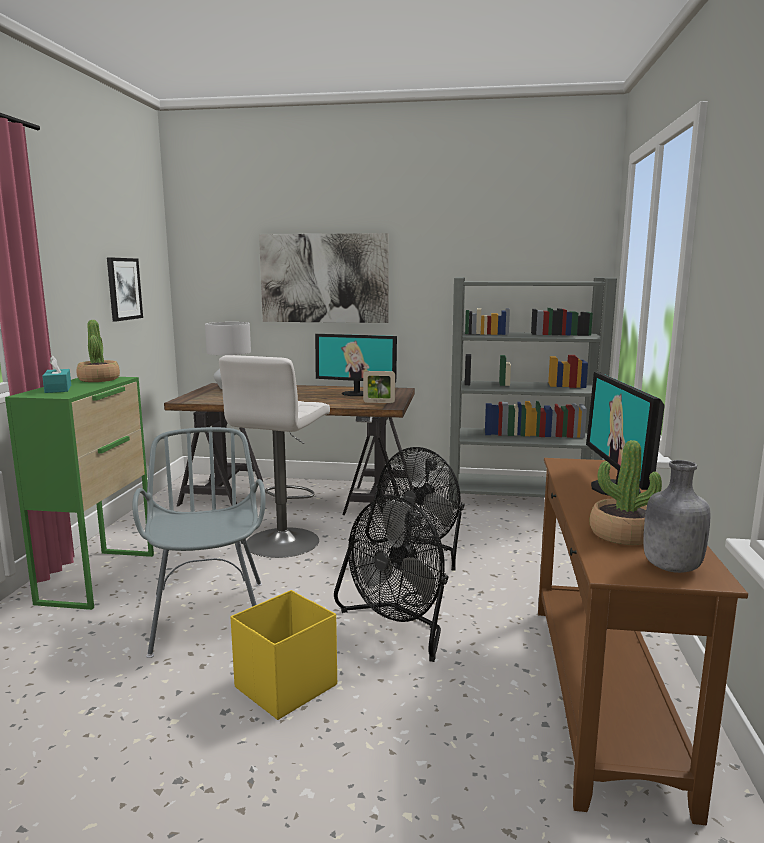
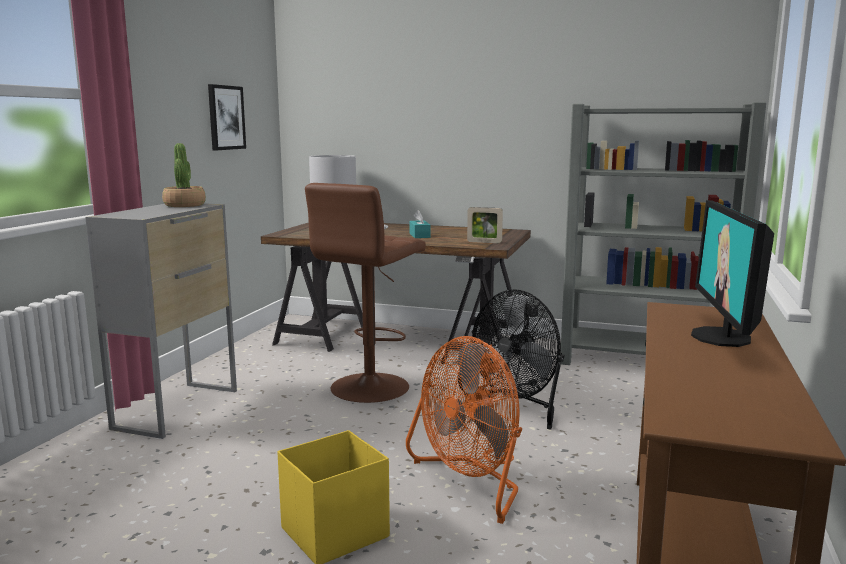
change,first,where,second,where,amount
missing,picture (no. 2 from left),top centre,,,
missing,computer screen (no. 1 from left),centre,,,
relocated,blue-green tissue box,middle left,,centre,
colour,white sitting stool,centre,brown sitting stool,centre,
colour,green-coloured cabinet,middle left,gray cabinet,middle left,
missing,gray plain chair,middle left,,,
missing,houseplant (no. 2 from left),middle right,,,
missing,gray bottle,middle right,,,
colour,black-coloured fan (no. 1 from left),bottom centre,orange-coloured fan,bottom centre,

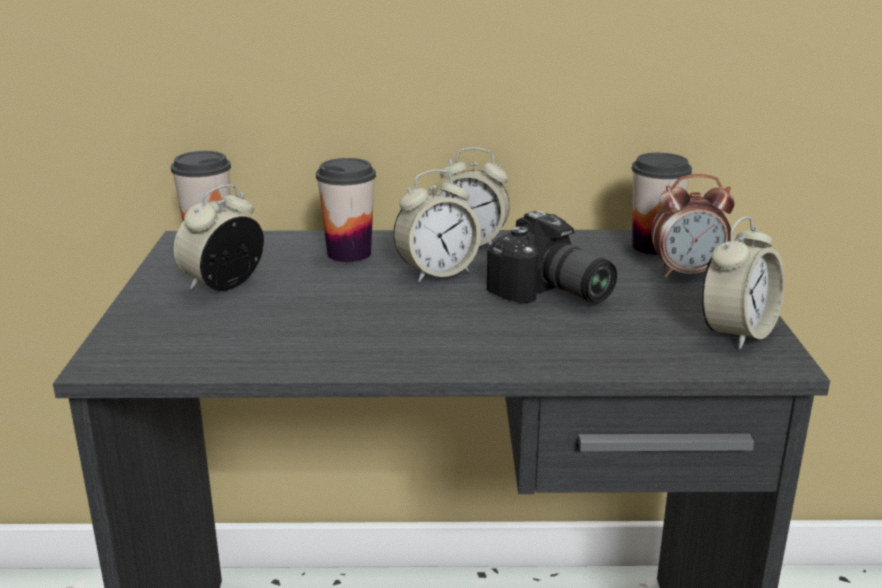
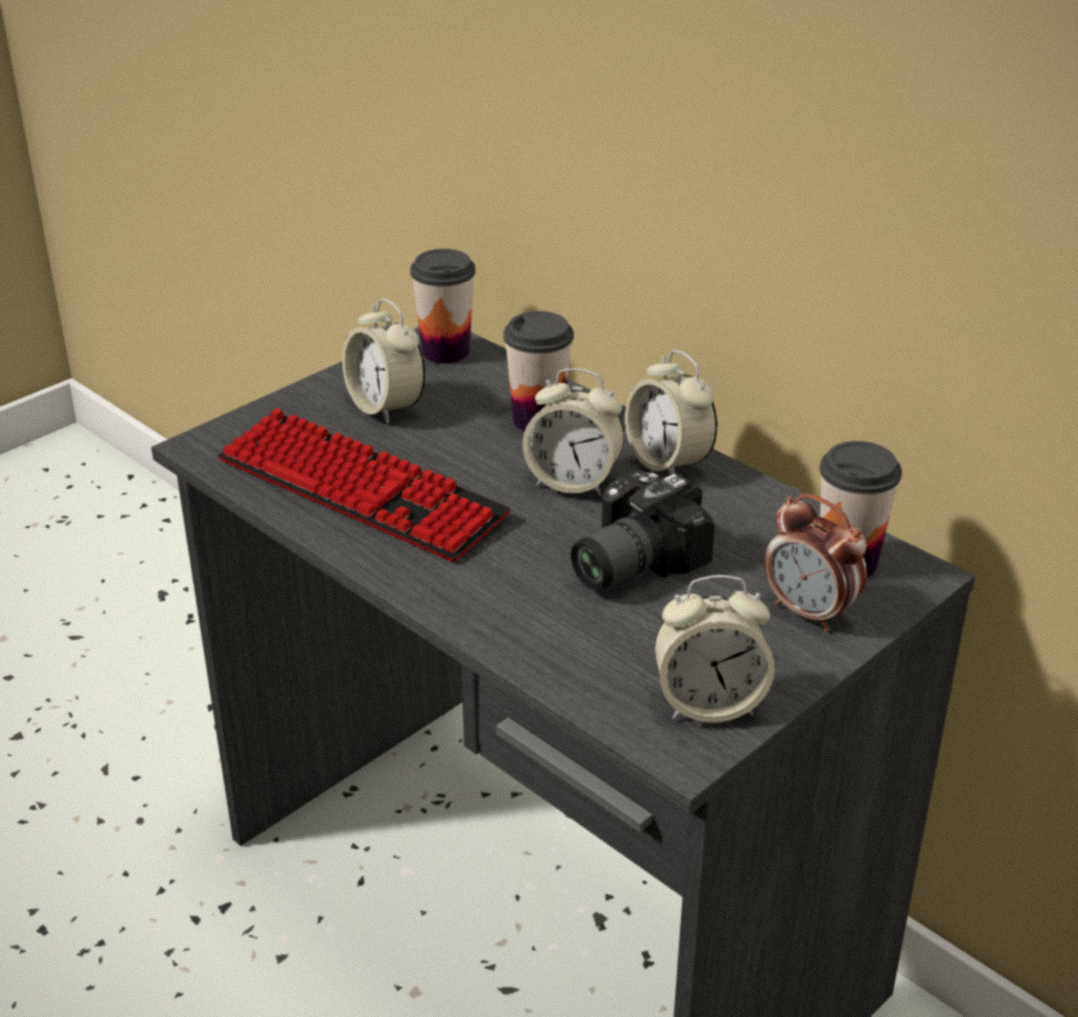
change,first,where,second,where,amount
spun,table clock (no. 1 from left),middle left,,centre,120 degrees counterclockwise
spun,still camera,centre,,centre,45 degrees clockwise
appeared,,,keyboard,centre,

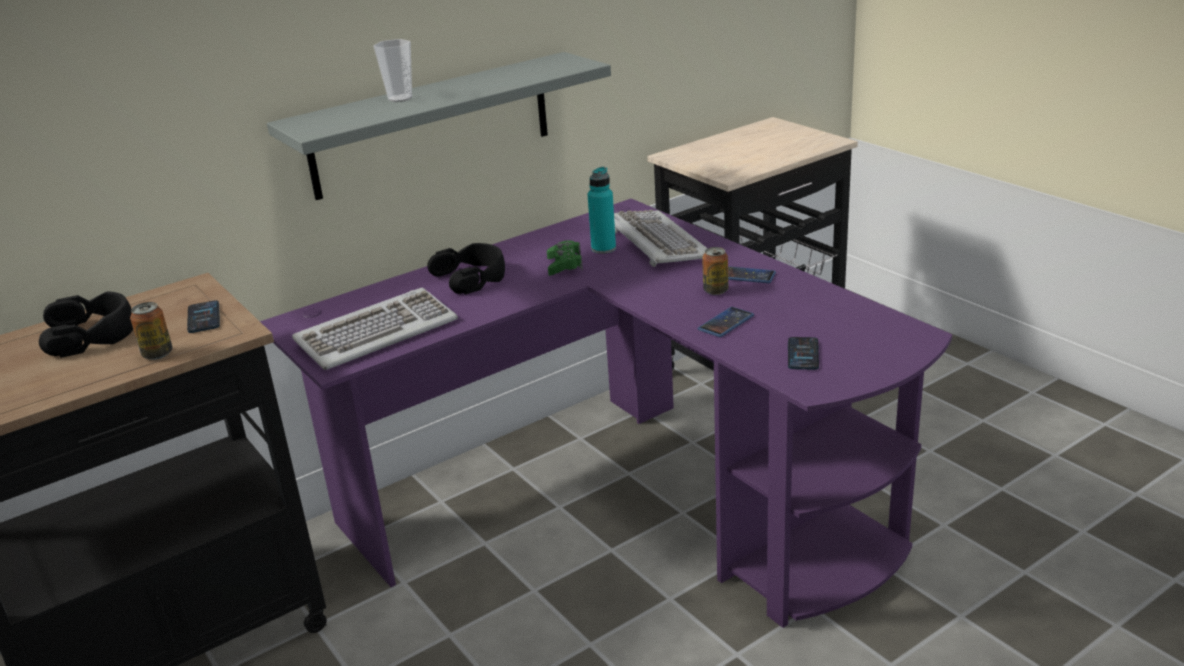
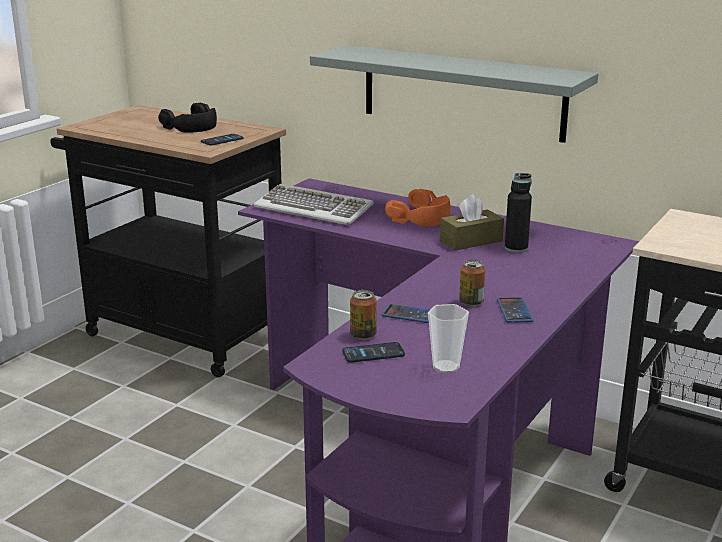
change,first,where,second,where,amount
relocated,small cup,top left,,centre,
colour,blue-green bottle,top centre,black-coloured bottle,middle right,
missing,keyboard (no. 2 from left),centre,,,
exchanged,green-coloured gamepad,centre,brown tissue box,centre,
colour,black-coloured headset (no. 2 from left),centre,orange-coloured headset,centre,
relocated,metal can (no. 1 from left),middle left,,centre,

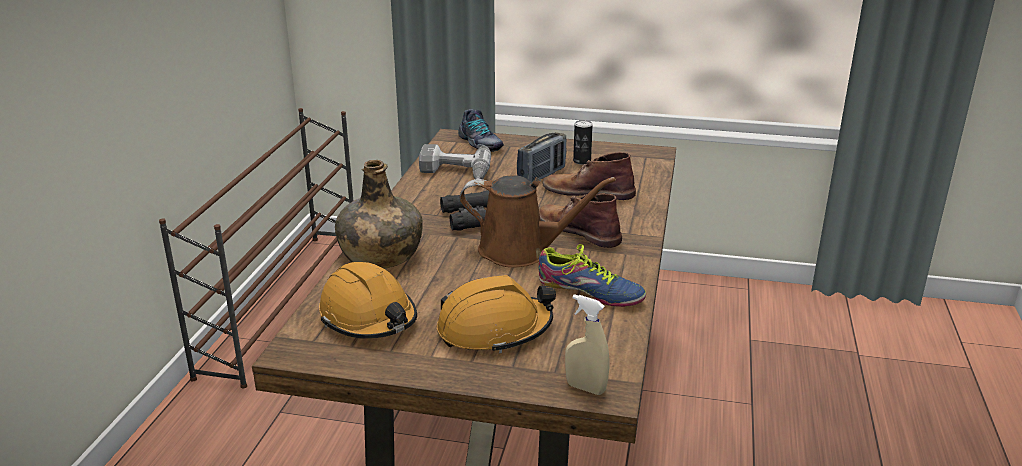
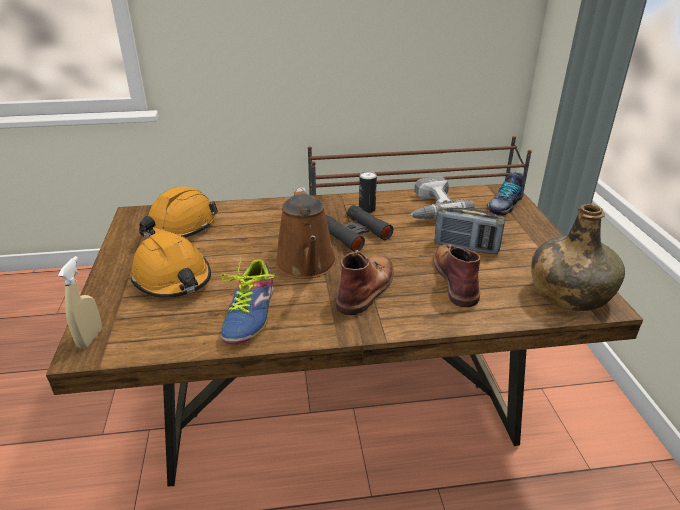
change,first,where,second,where,amount
relocated,metal can,top centre,,centre,
relocated,green-coloured bottle,centre,,middle right,

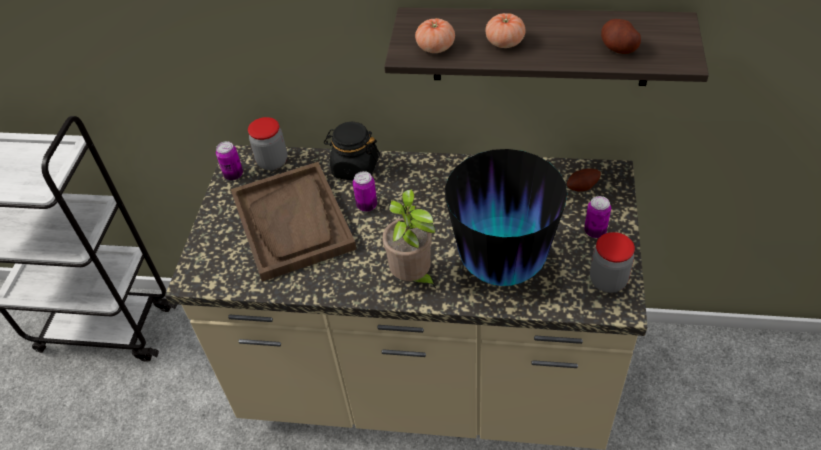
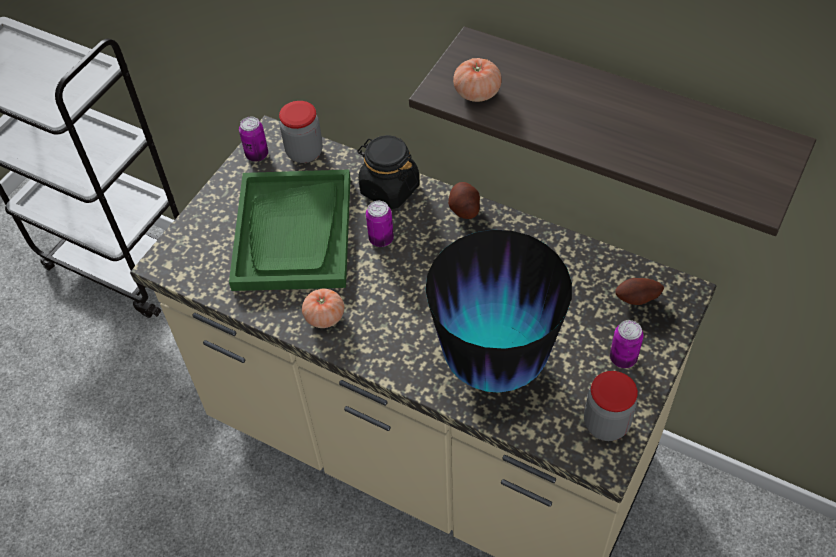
change,first,where,second,where,amount
relocated,fresh tomato (no. 2 from left in the first image),top centre,fresh tomato (no. 1 from left),centre,
relocated,whole potato (no. 2 from left in the first image),top right,whole potato (no. 1 from left),centre,
colour,brown tray,centre,green-coloured tray,centre,
missing,houseplant,centre,,,

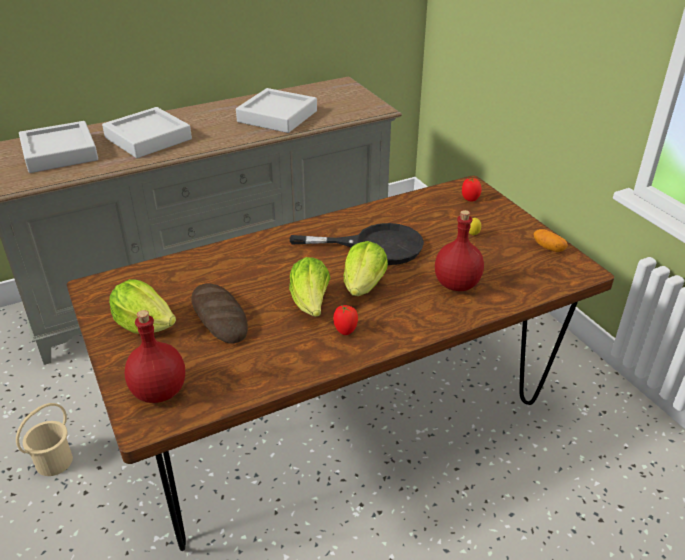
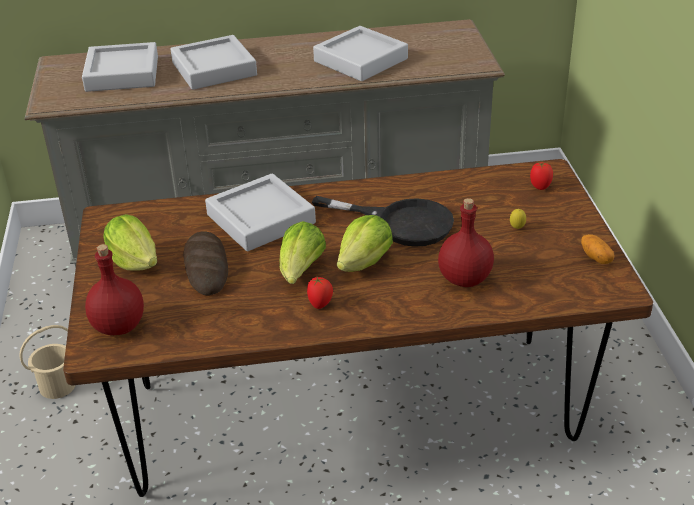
change,first,where,second,where,amount
appeared,,,gray tray (no. 3 from left),centre,

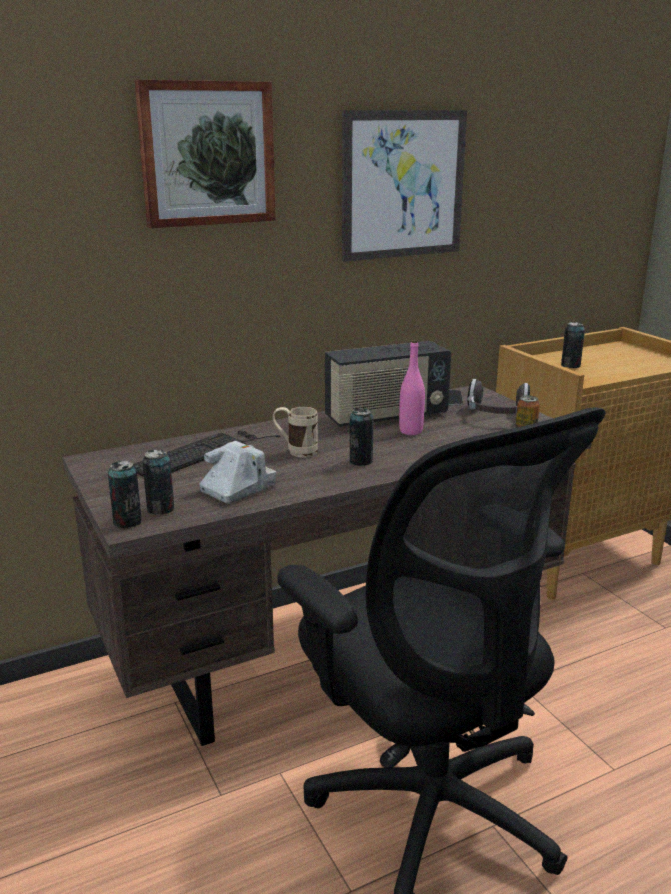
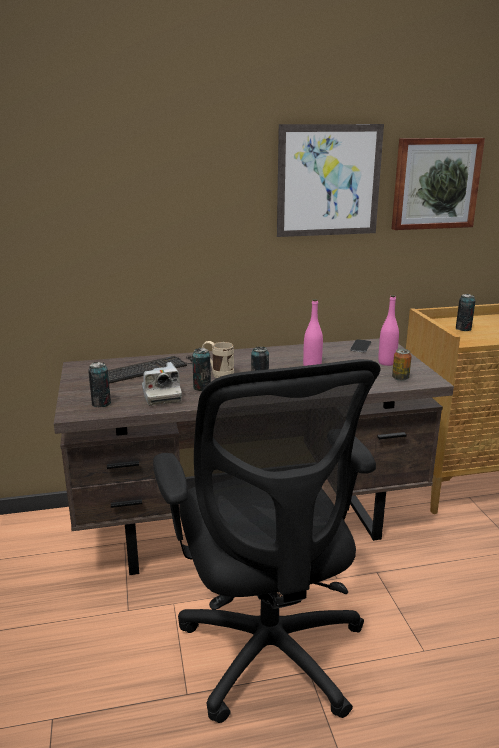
change,first,where,second,where,amount
relocated,picture (no. 1 from left in the first image),top left,picture (no. 2 from left),top right,
missing,radio set,centre,,,
exchanged,headset,middle right,pink bottle (no. 2 from left),middle right,
spun,still camera,centre,,middle left,105 degrees clockwise
relocated,metal can (no. 1 from left in the first image),middle left,metal can (no. 2 from left),centre,

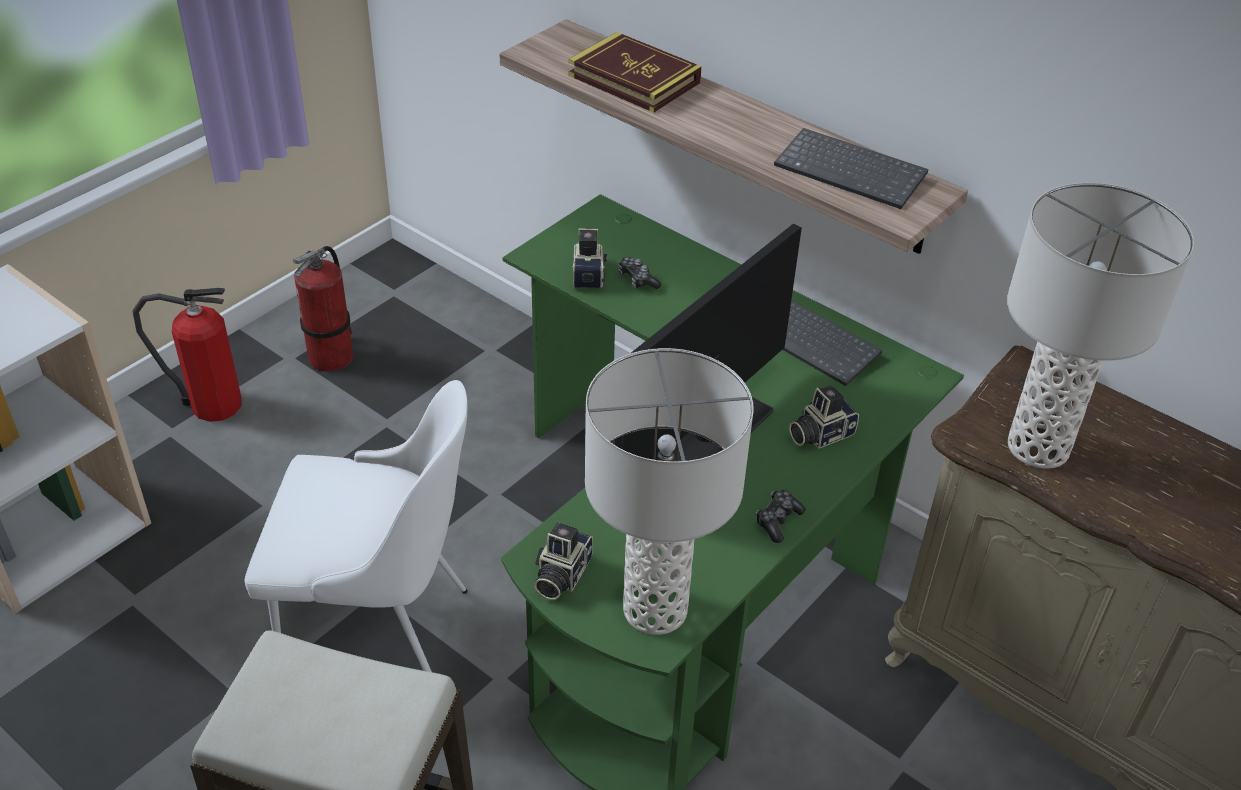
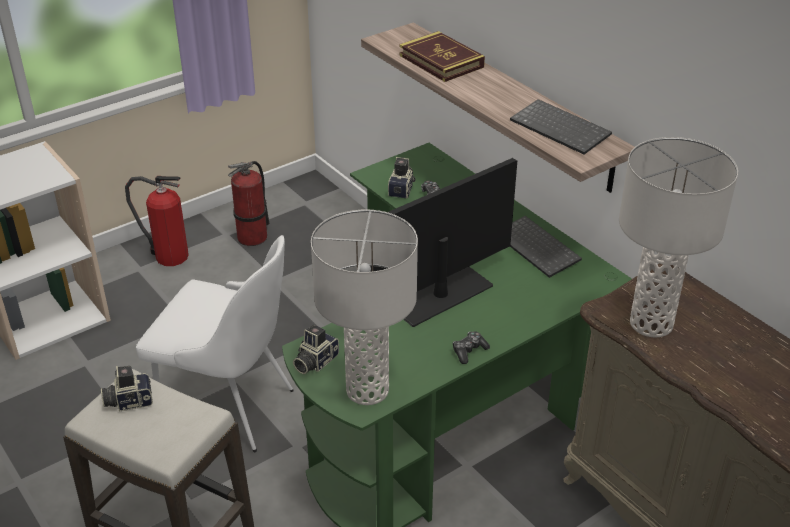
change,first,where,second,where,amount
relocated,still camera (no. 3 from left in the first image),centre,still camera (no. 1 from left),bottom left,

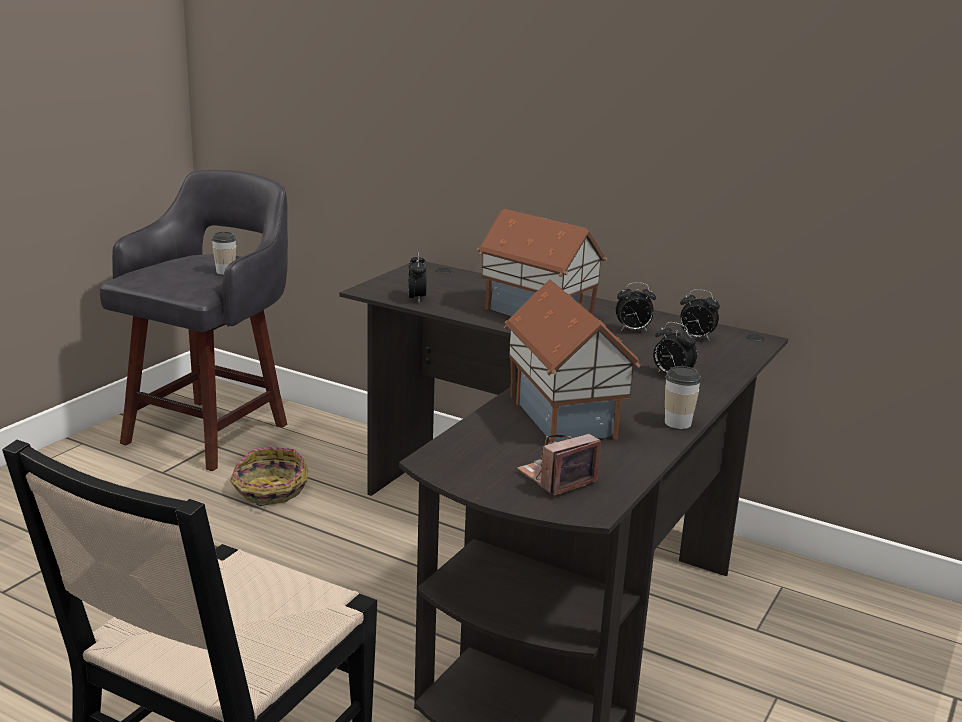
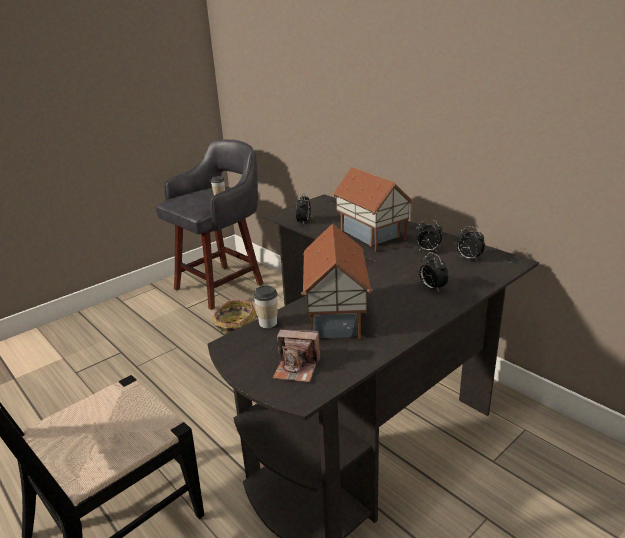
change,first,where,second,where,amount
relocated,small cup (no. 2 from left),middle right,,centre,
spun,still camera,centre,,centre,150 degrees counterclockwise

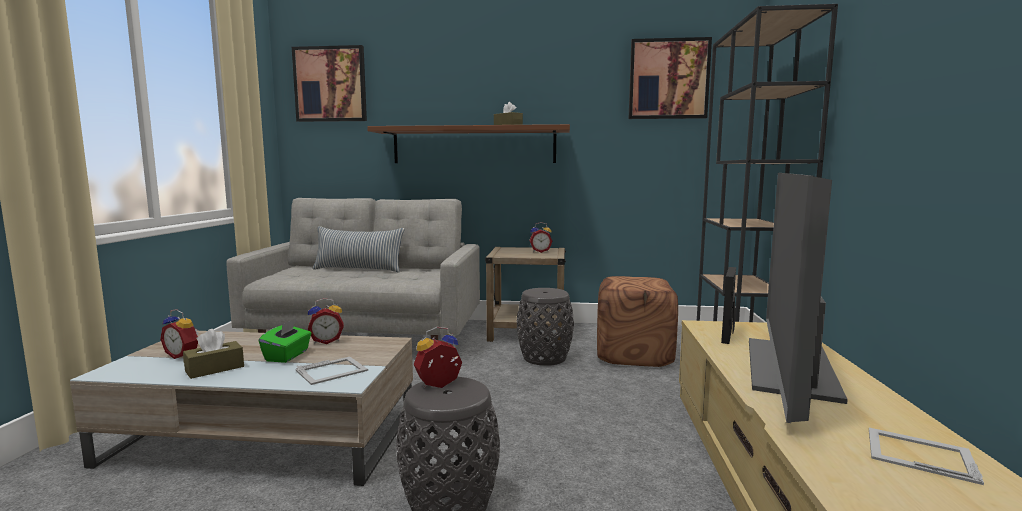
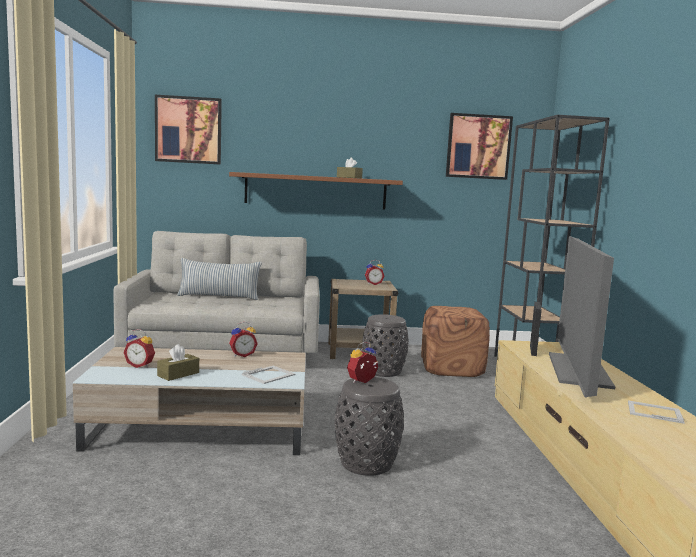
change,first,where,second,where,amount
missing,green-coloured tissue box,bottom left,,,

